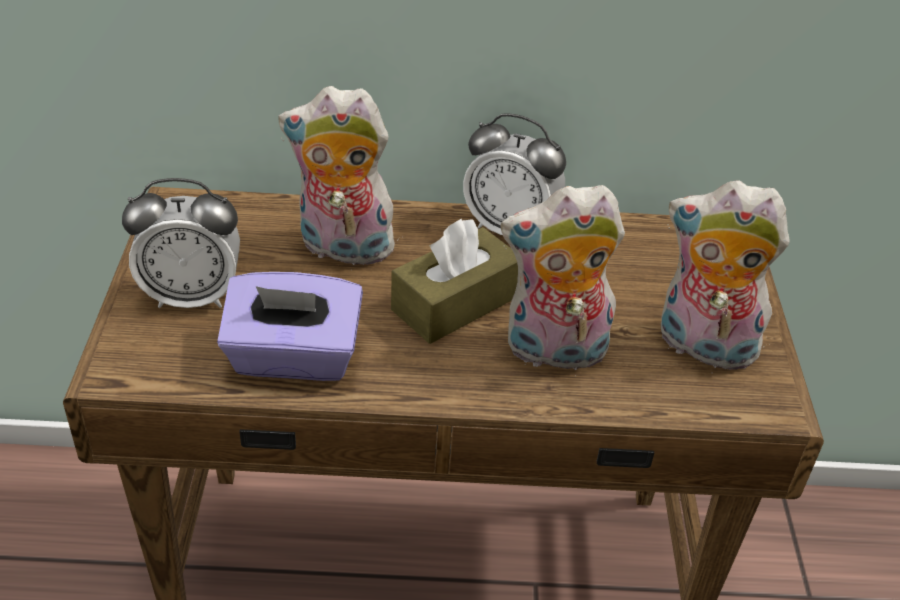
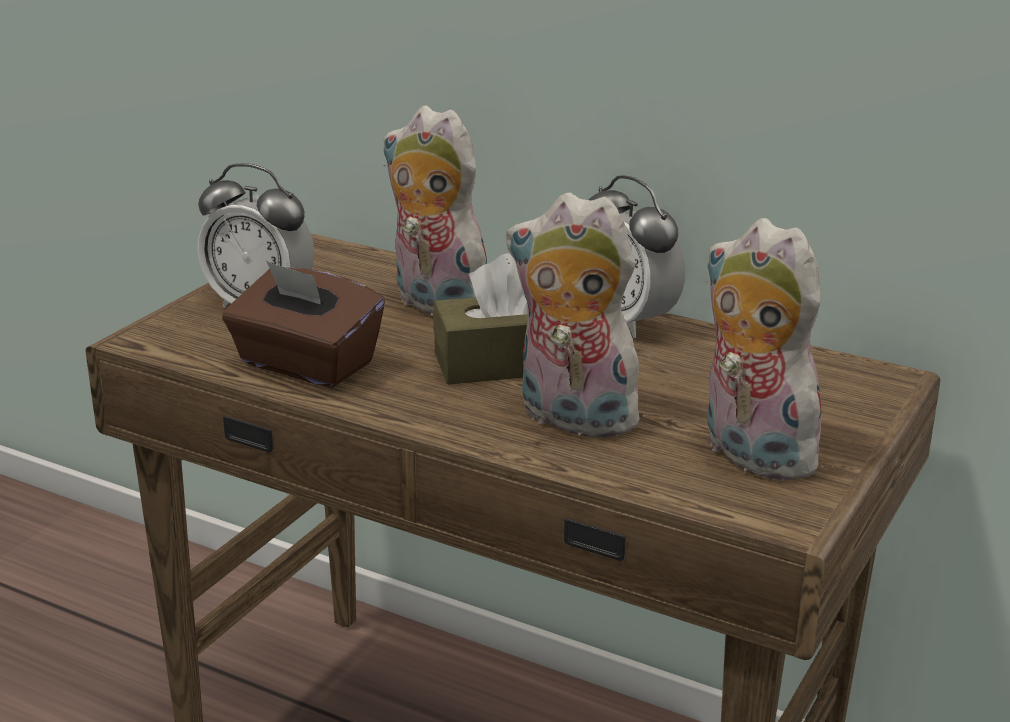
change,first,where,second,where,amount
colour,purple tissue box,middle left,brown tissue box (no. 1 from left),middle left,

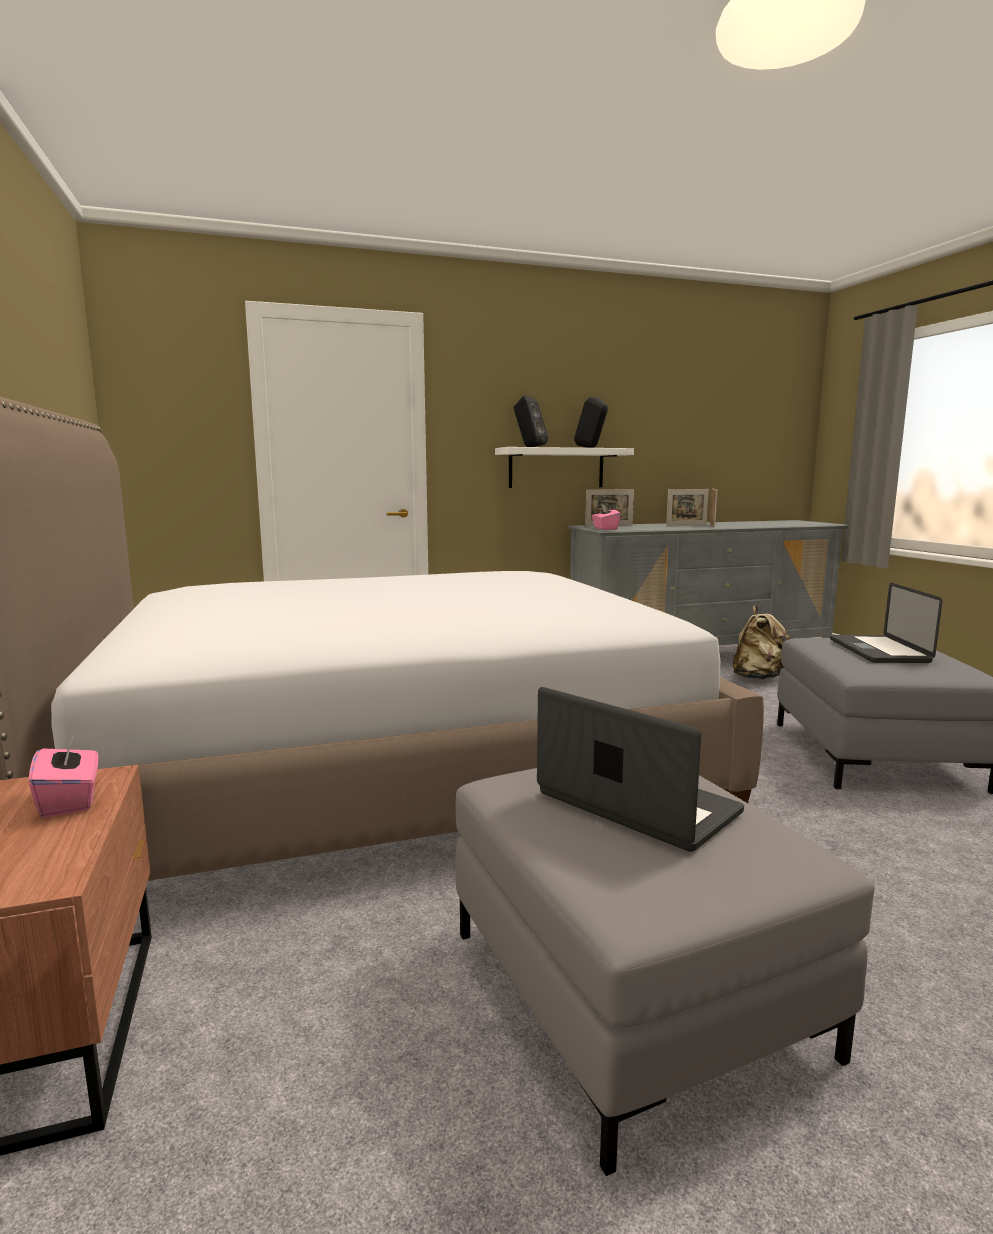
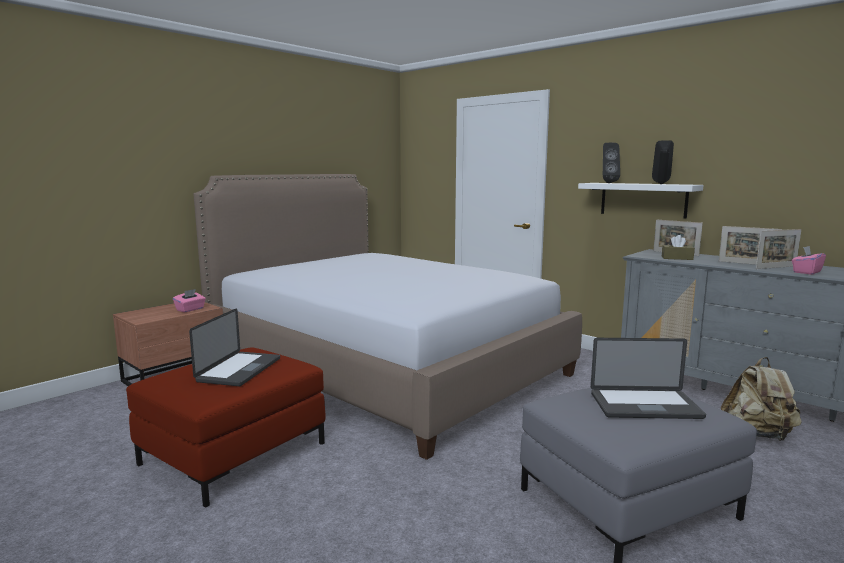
change,first,where,second,where,amount
relocated,pink tissue box (no. 2 from left),centre,,middle right,
spun,laptop (no. 2 from left),middle right,,bottom right,150 degrees counterclockwise
colour,gray footrest (no. 1 from left),bottom right,red-coloured footrest,bottom left,
appeared,,,brown tissue box,middle right,

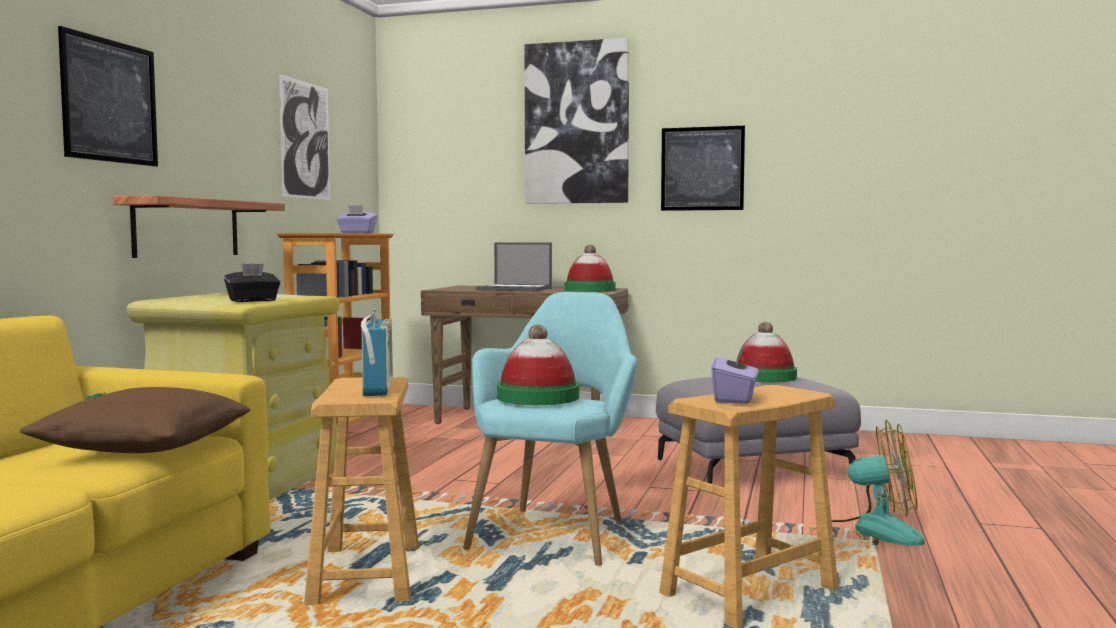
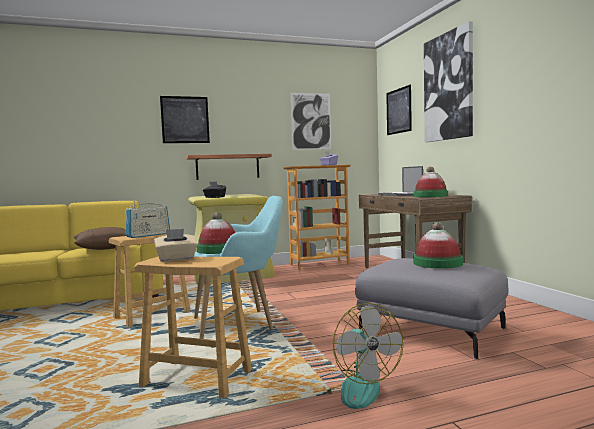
change,first,where,second,where,amount
relocated,picture (no. 4 from left in the first image),top centre,picture (no. 3 from left),top right,
colour,purple tissue box (no. 2 from left),centre,sand-coloured tissue box,middle left,

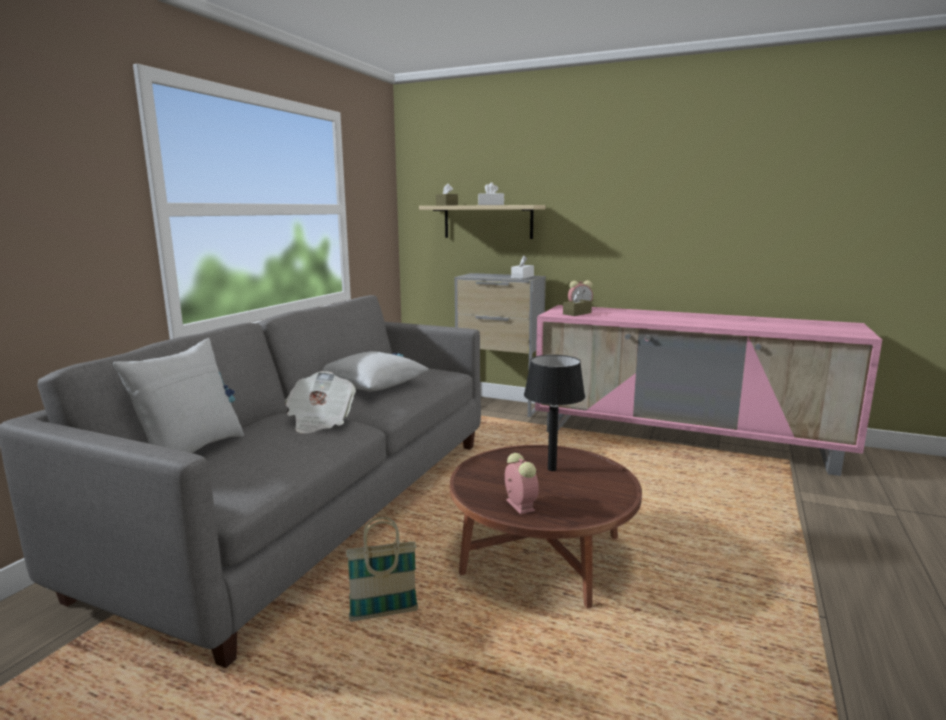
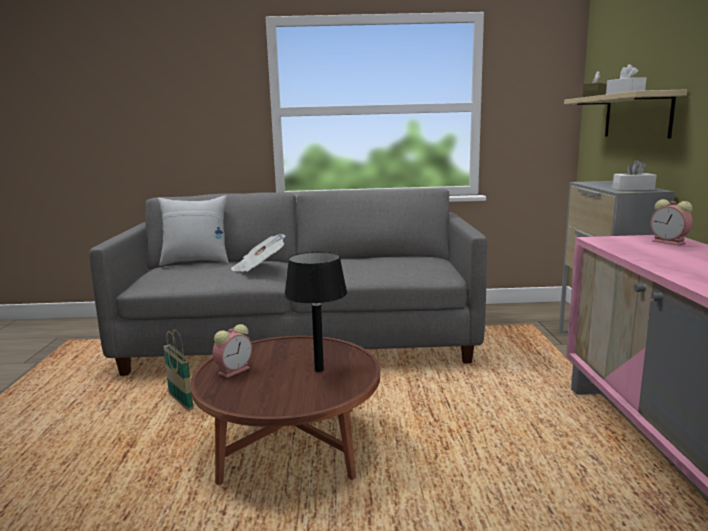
change,first,where,second,where,amount
missing,brown tissue box (no. 2 from left),centre,,,
missing,gray cushion (no. 2 from left),centre,,,

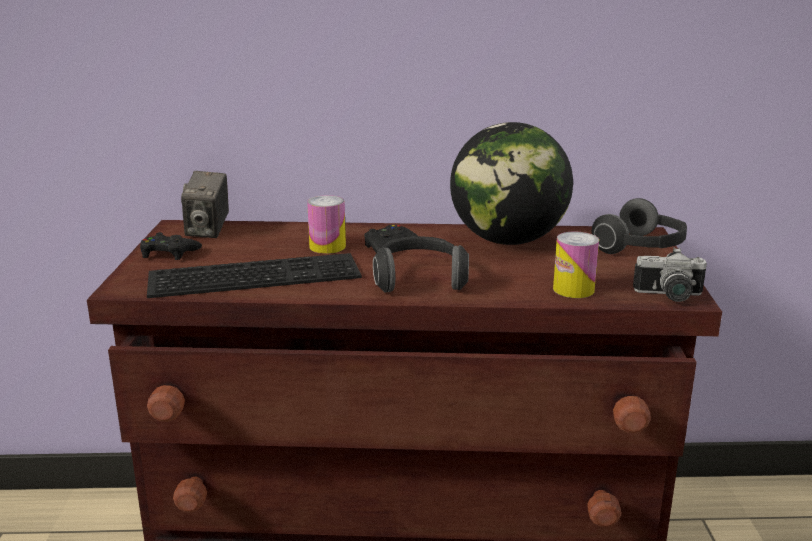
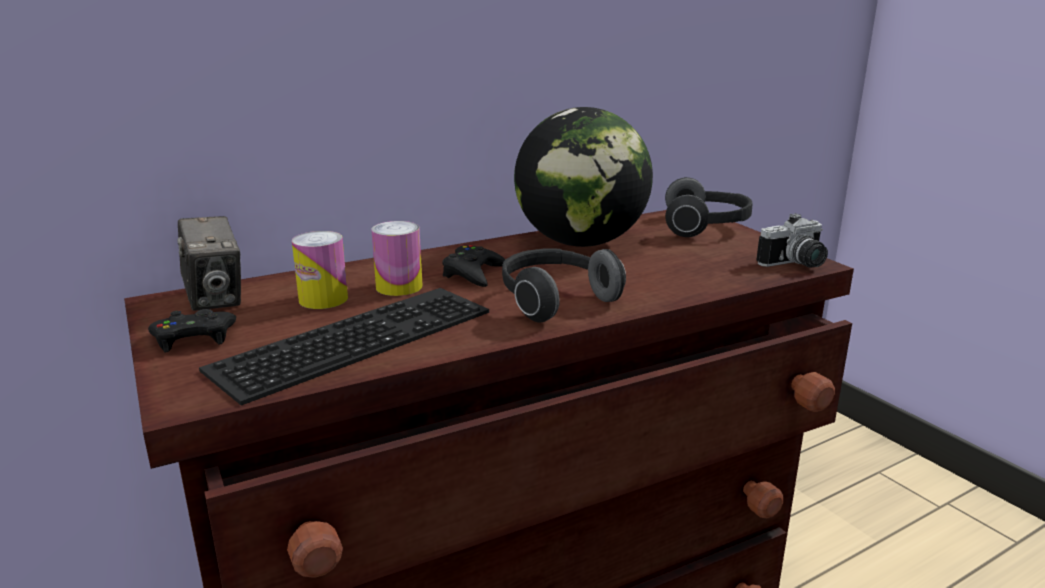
change,first,where,second,where,amount
relocated,metal can (no. 2 from left in the first image),middle right,metal can (no. 1 from left),middle left,

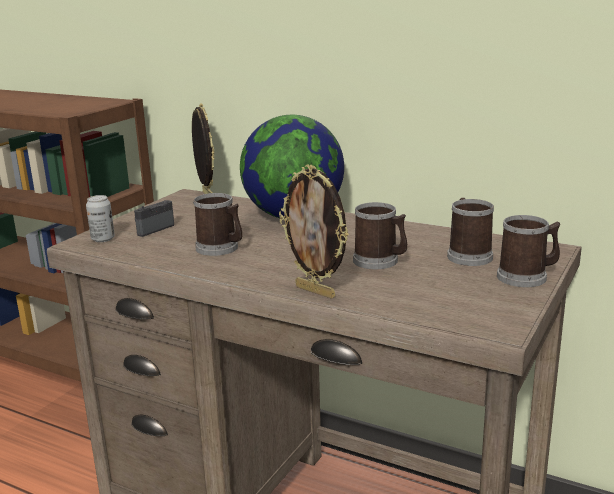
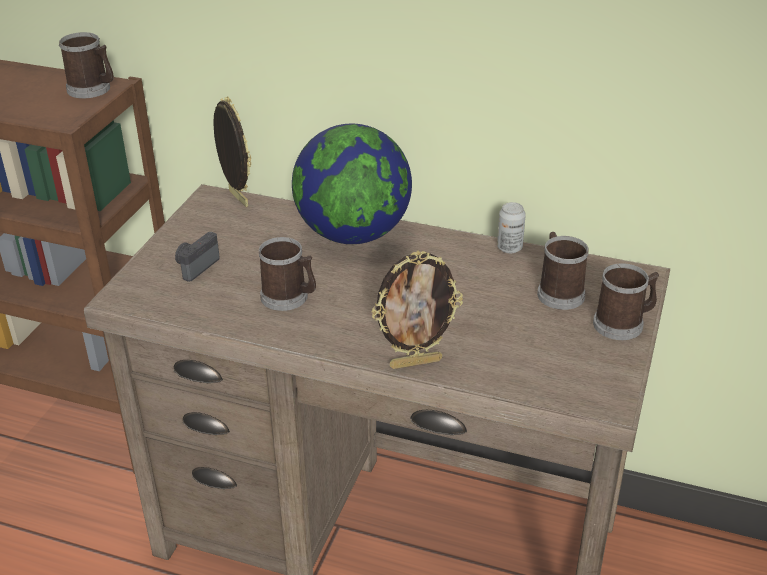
change,first,where,second,where,amount
spun,picture frame (no. 2 from left),centre,,centre,45 degrees counterclockwise
relocated,metal can,middle left,,centre,
relocated,mug (no. 2 from left in the first image),centre,mug (no. 1 from left),top left,

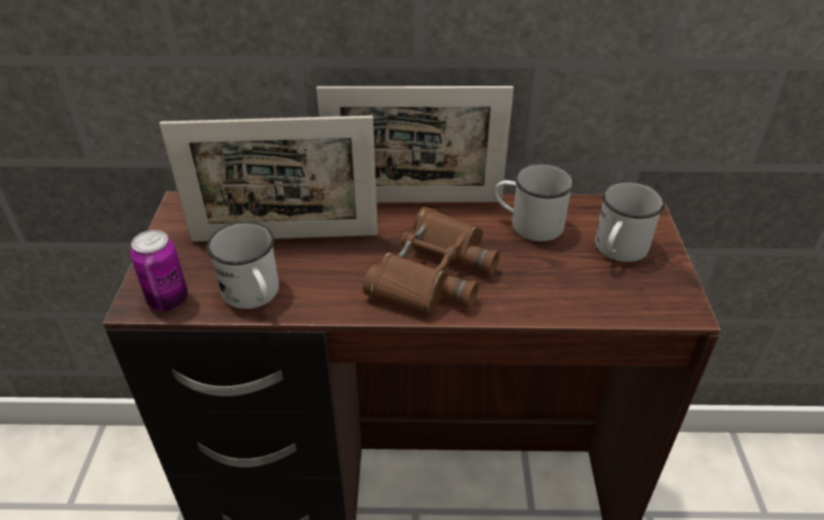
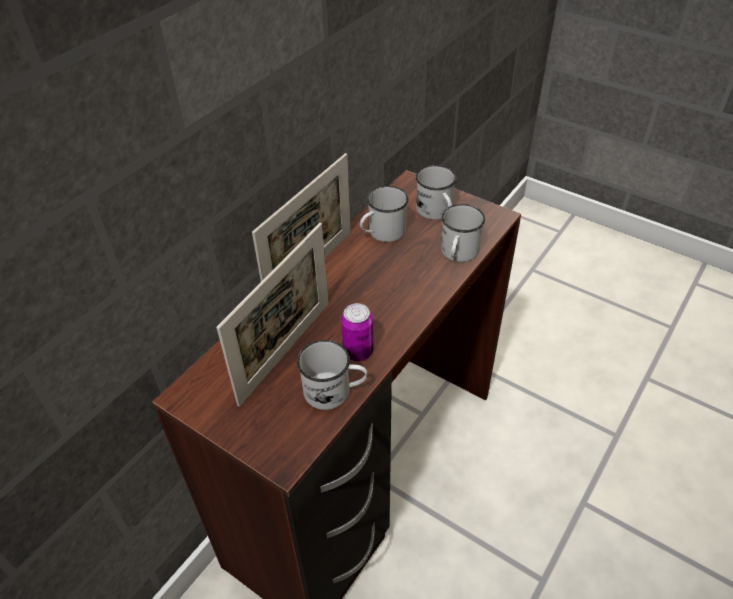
change,first,where,second,where,amount
missing,brown pair of binoculars,centre,,,
relocated,metal can,middle left,,centre,
appeared,,,white mug (no. 4 from left),centre,

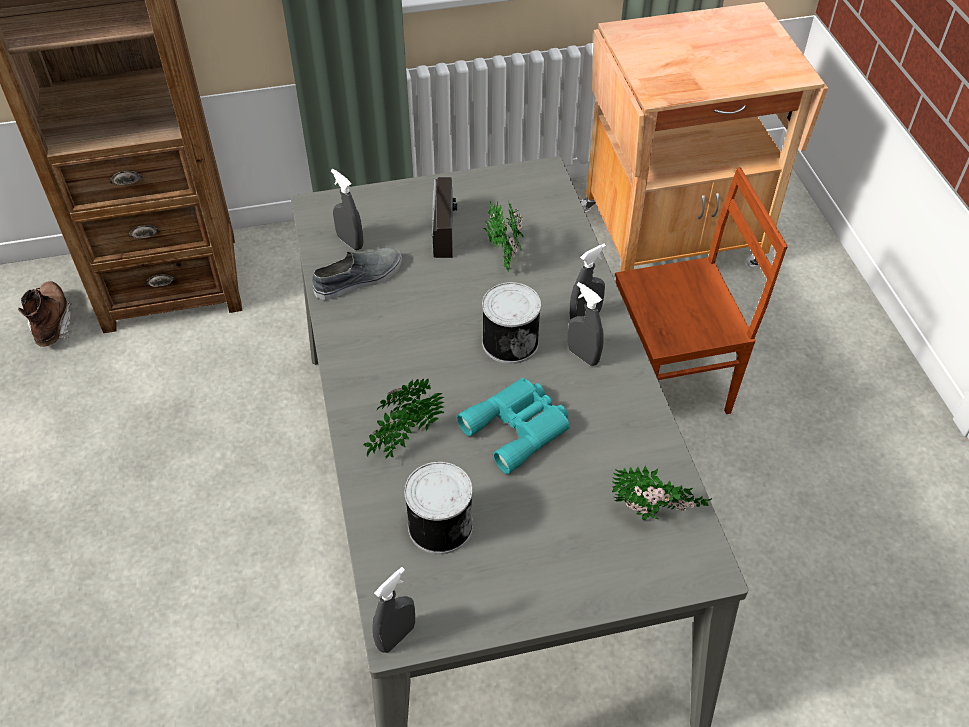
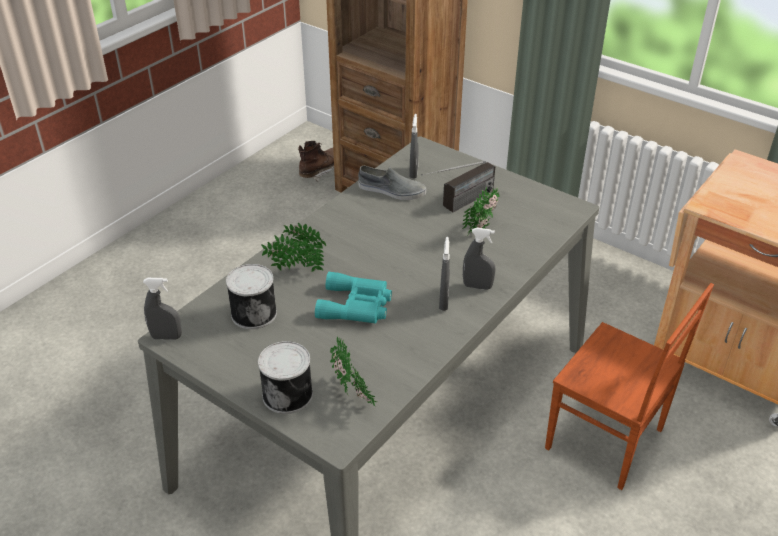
change,first,where,second,where,amount
relocated,metal can (no. 2 from left),centre,,bottom centre,

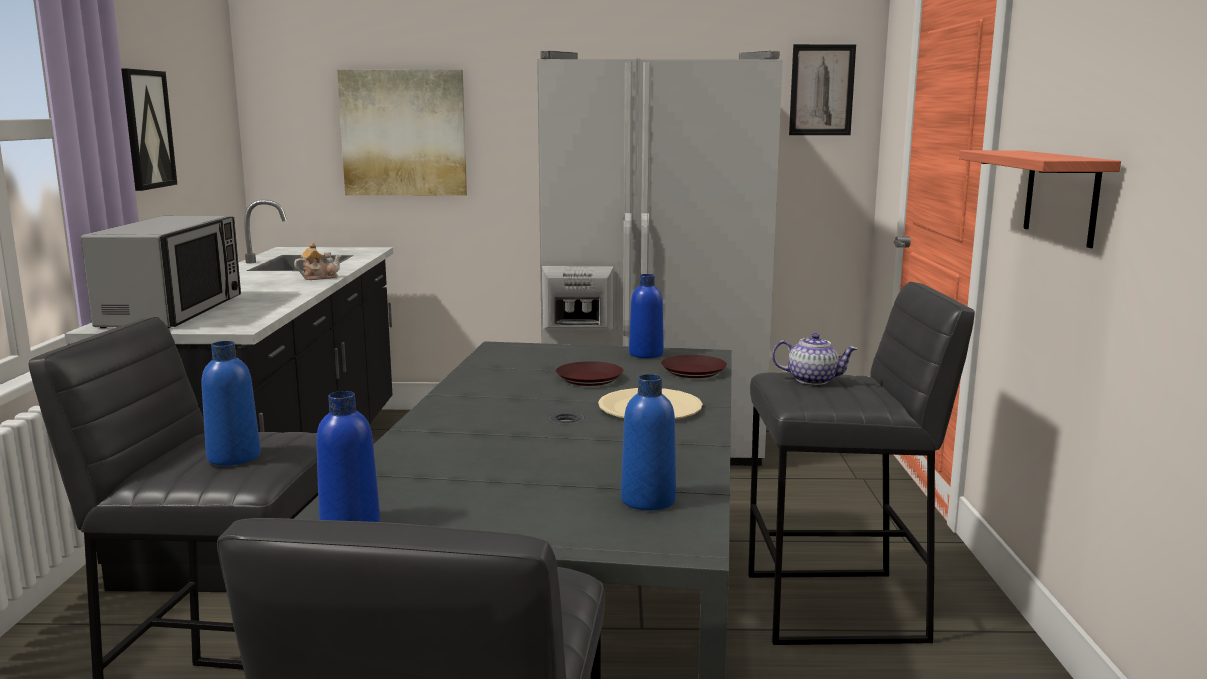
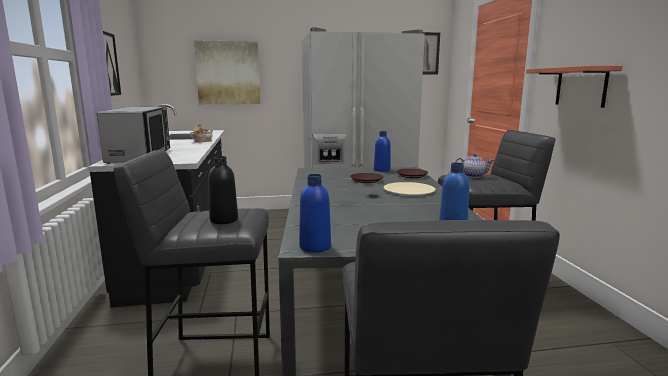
change,first,where,second,where,amount
colour,blue bottle (no. 1 from left),middle left,black-coloured bottle,centre,

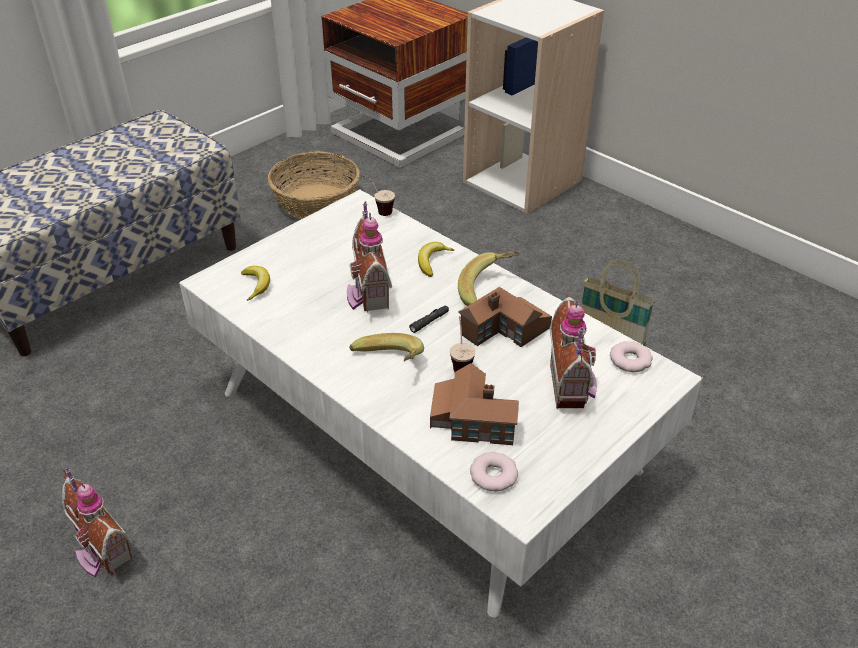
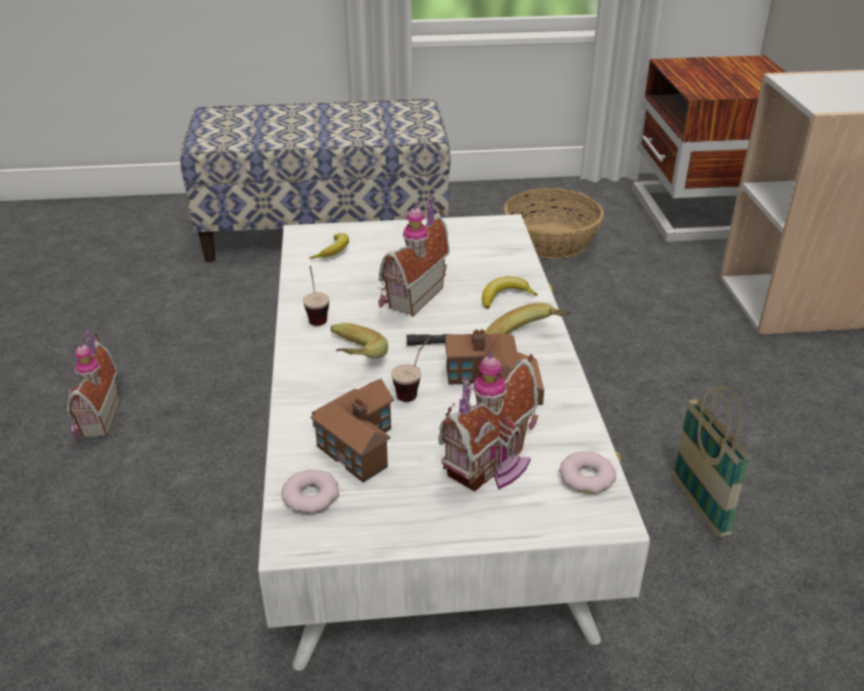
change,first,where,second,where,amount
relocated,small cup (no. 1 from left),top centre,,centre,

